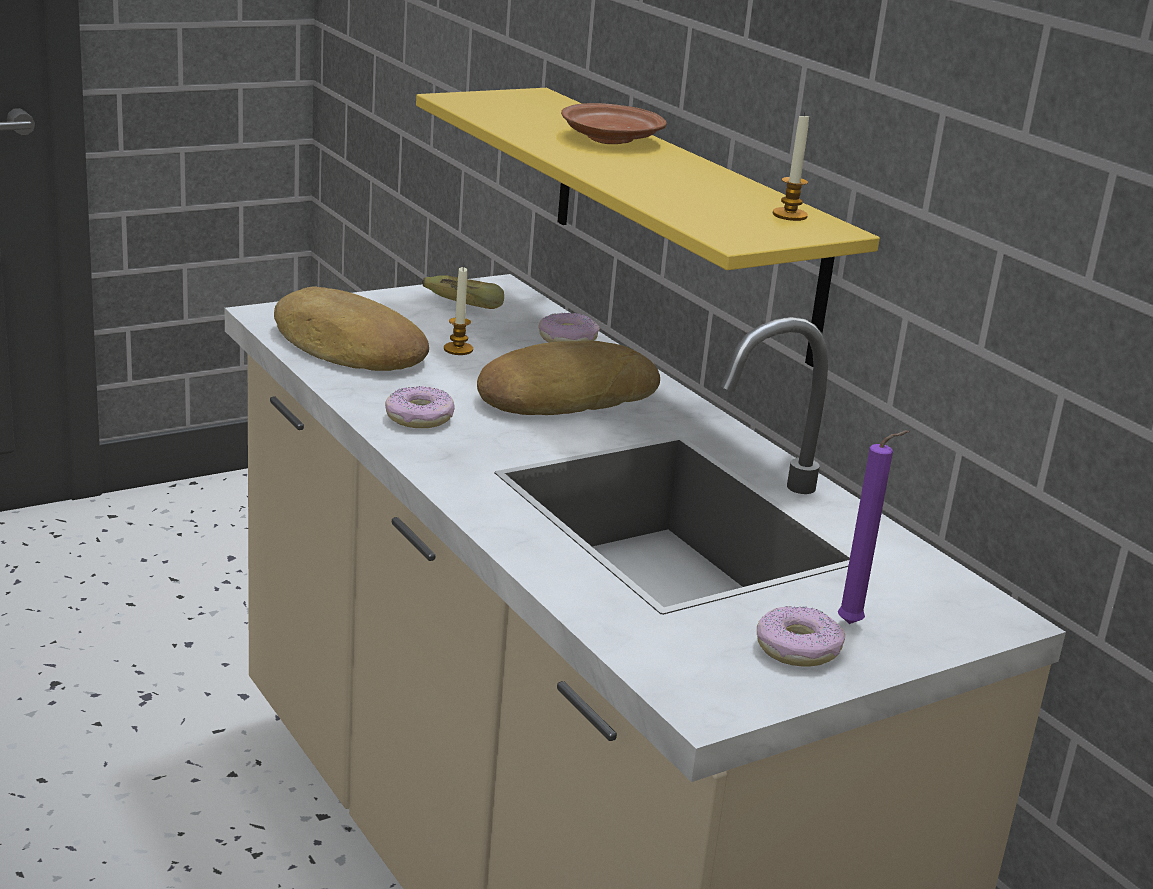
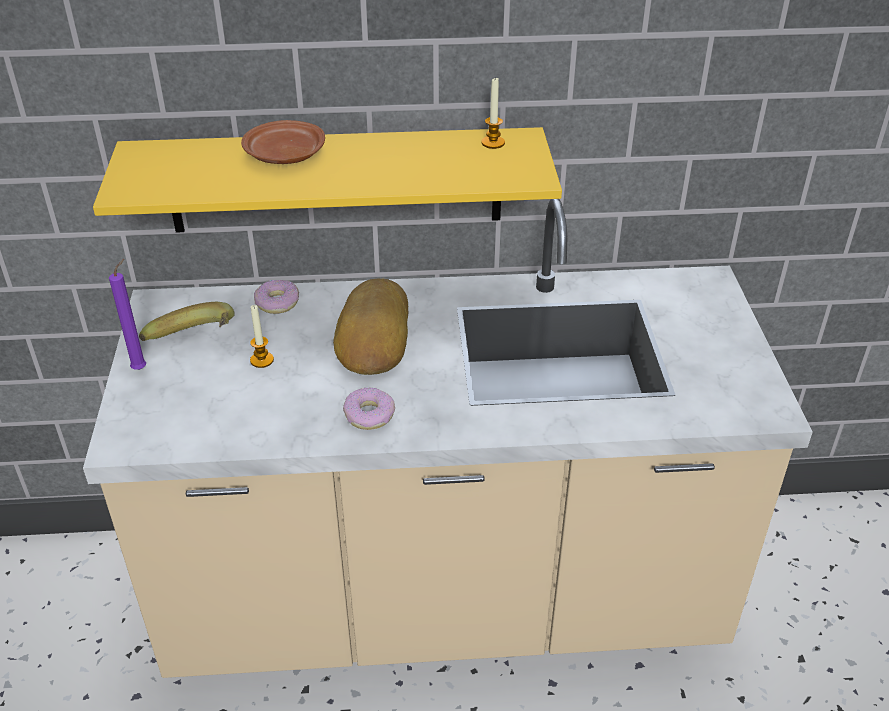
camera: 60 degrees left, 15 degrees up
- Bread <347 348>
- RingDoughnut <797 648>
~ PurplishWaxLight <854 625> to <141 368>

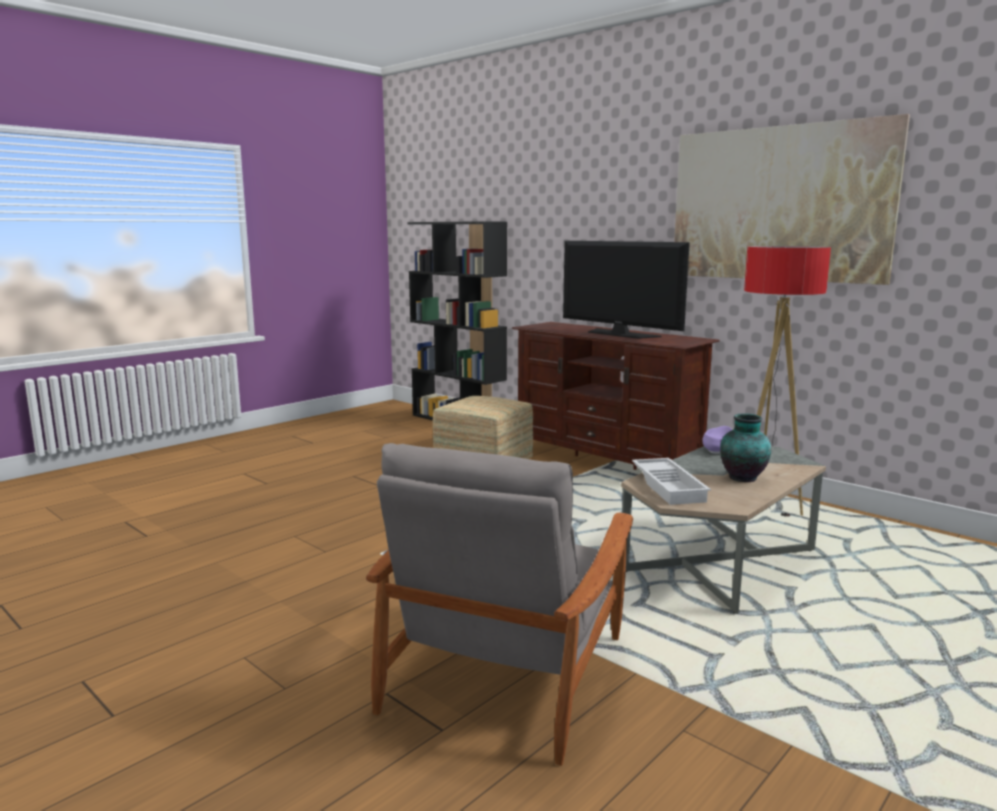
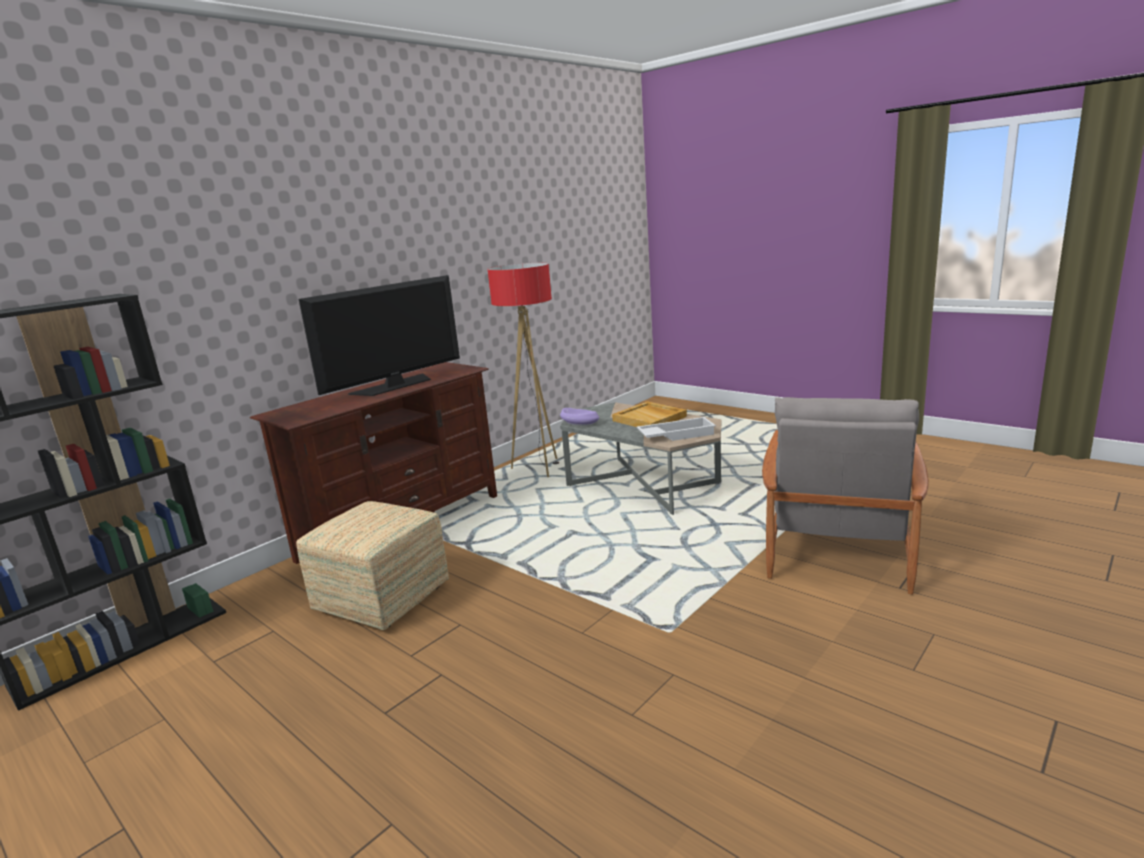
camera: 90 degrees left, 5 degrees up
~ GreyishEasyChair <507 671> = <837 547> 90 degrees clockwise
- WallPicture <778 204>
~ FlowerVase <743 478> to BeigeColouredTray <650 418>

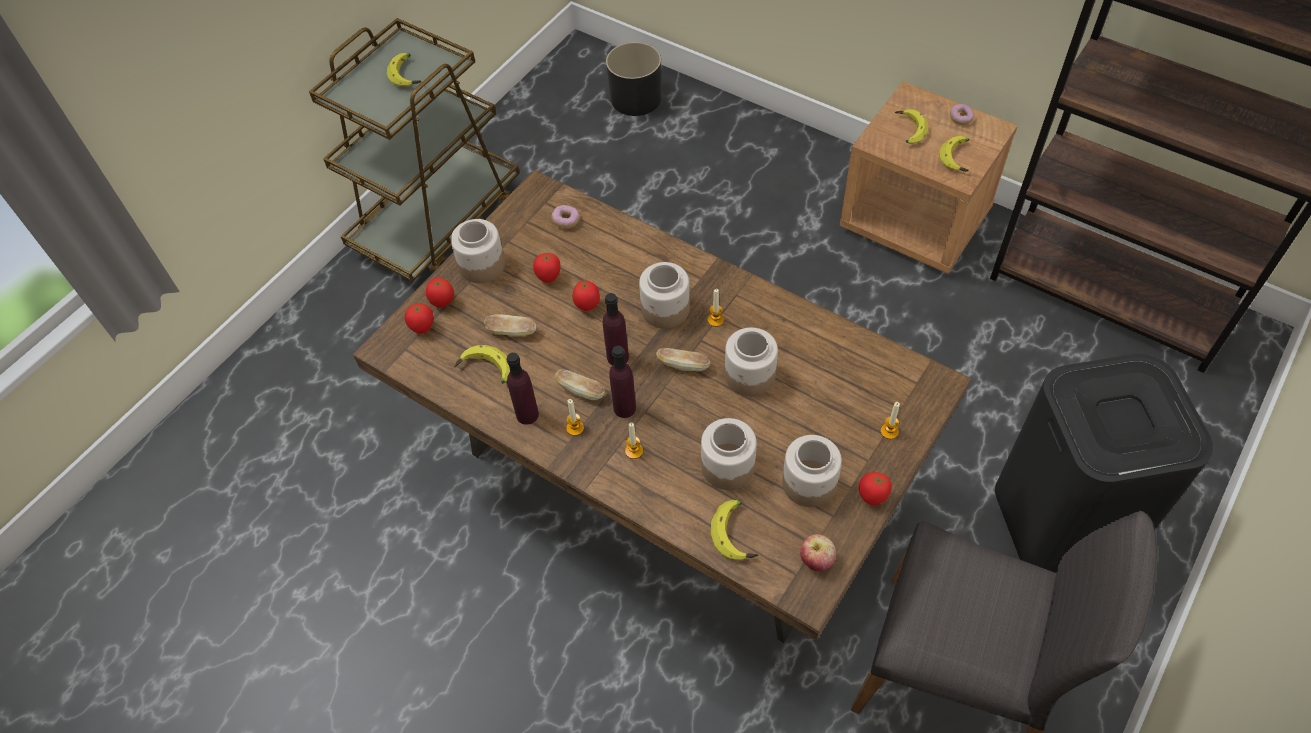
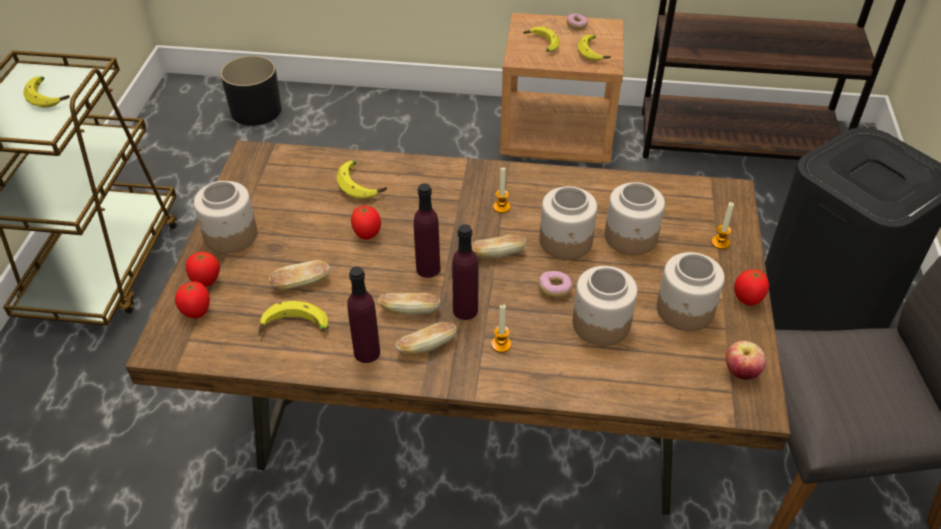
camera: 30 degrees left, 10 degrees down
- WholeTomato <549 277>
~ RingDoughnut <566 221> to <554 289>
~ WaxLight <575 428> to Bread <426 346>
~ Jar <665 310> to <631 237>
~ BananaFruit <737 533> to <362 184>

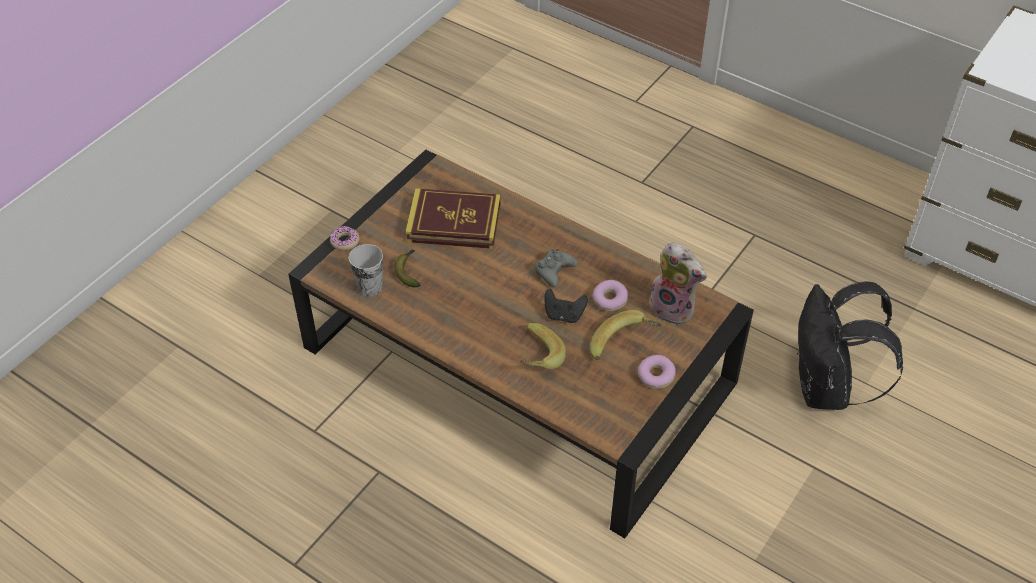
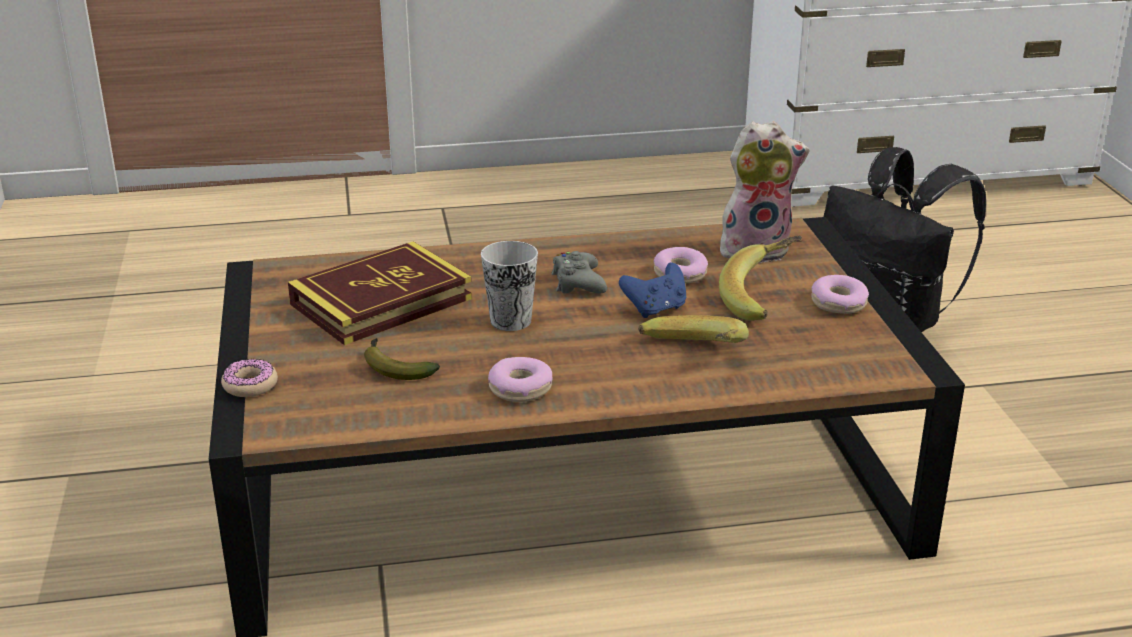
camera: 45 degrees left, 20 degrees down
~ Cup <370 287> to <510 321>
~ BlackColouredGamepad <564 315> to BlueColouredGamepad <655 309>
+ RingDoughnut <521 388>

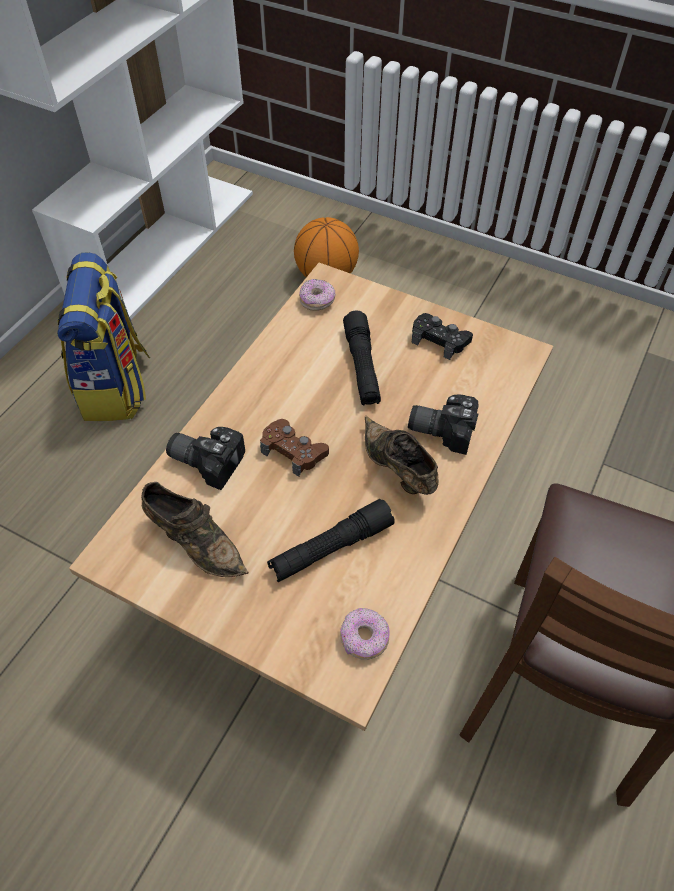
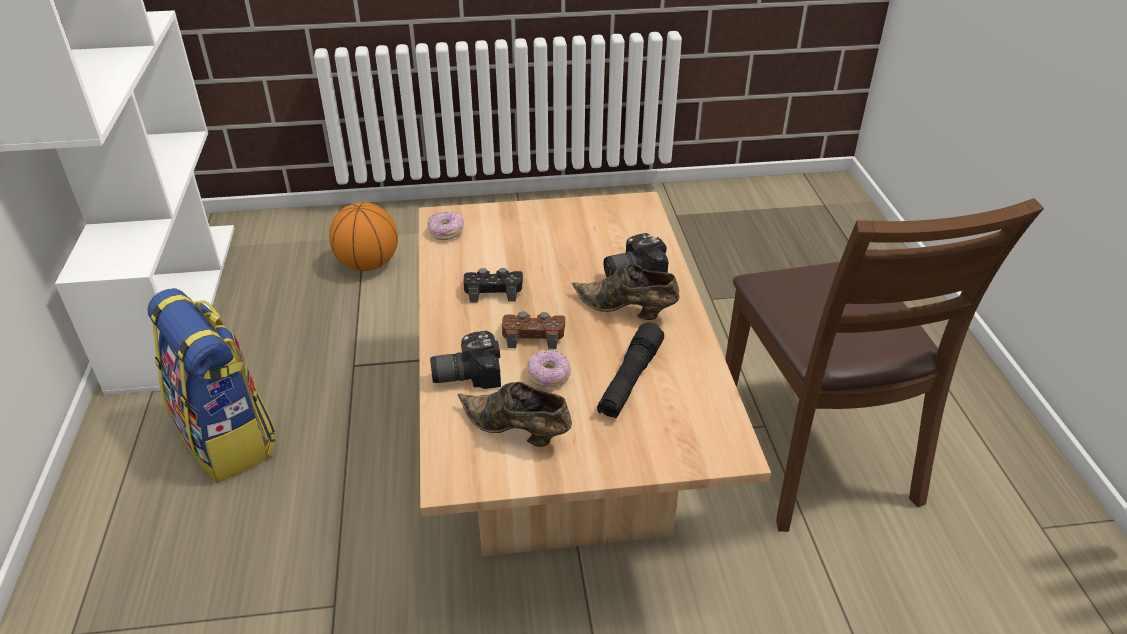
camera: 35 degrees left, 15 degrees down
~ BrownItemOfFootwear <195 542> = <517 431> 150 degrees counterclockwise
~ RingDoughnut <364 638> to <549 376>
- BlackColouredFlashlight <362 366>
~ BlackColouredGamepad <439 340> to <493 290>

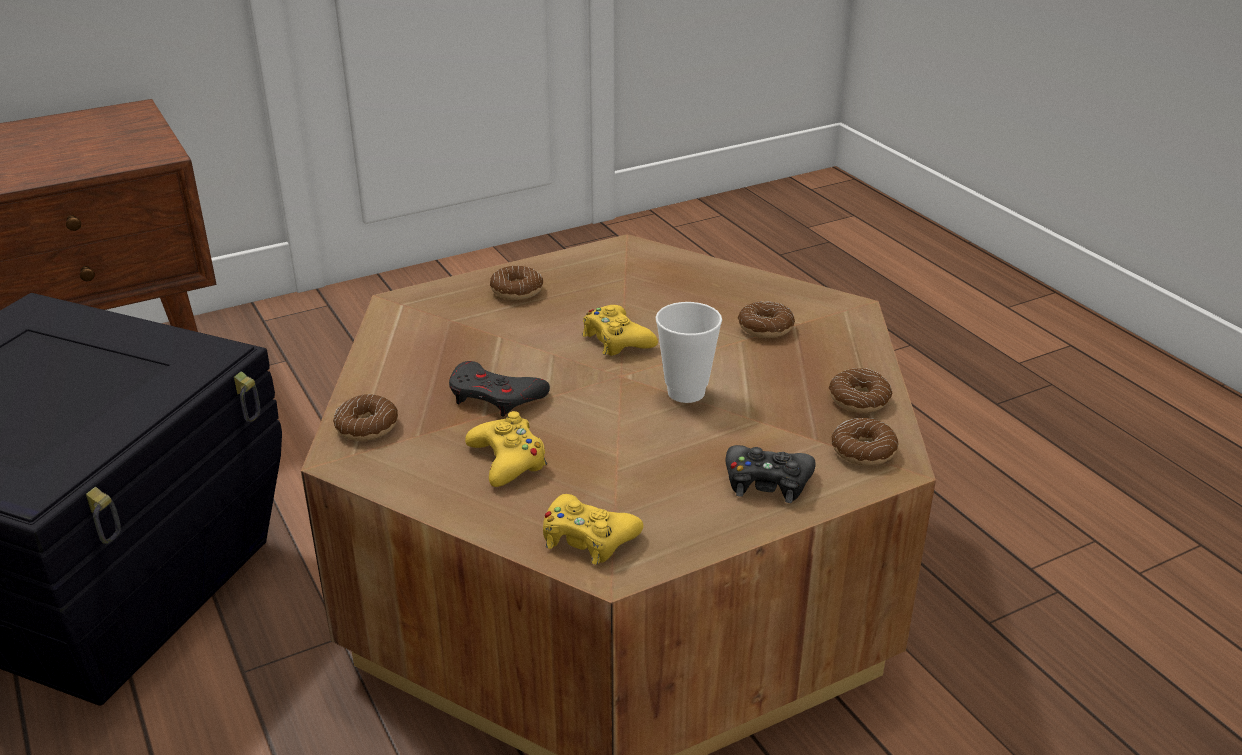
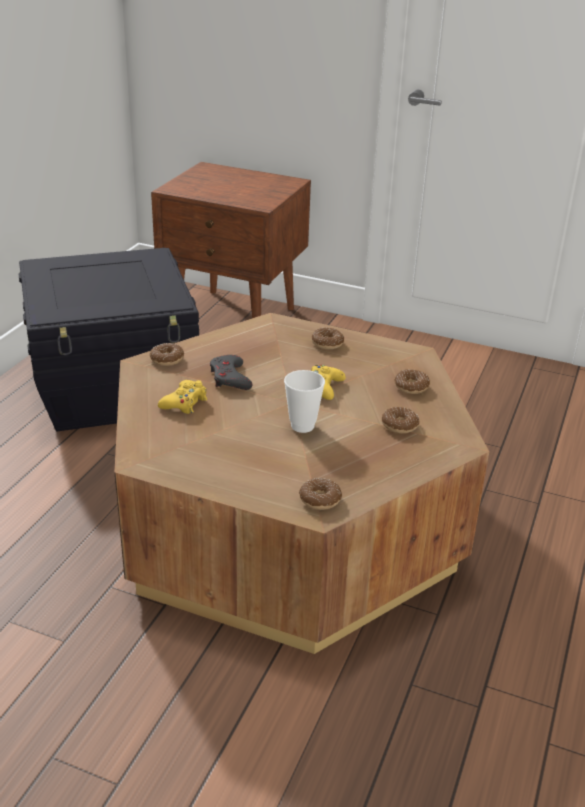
camera: 50 degrees right, 0 degrees up
- YellowColouredGamepad <588 538>
- BlackColouredGamepad <767 482>
~ RingDoughnut <859 399> to <411 387>

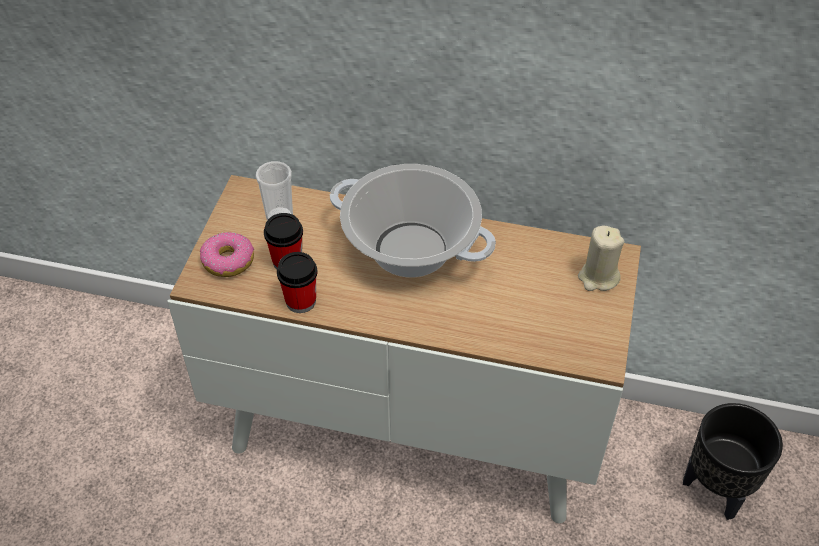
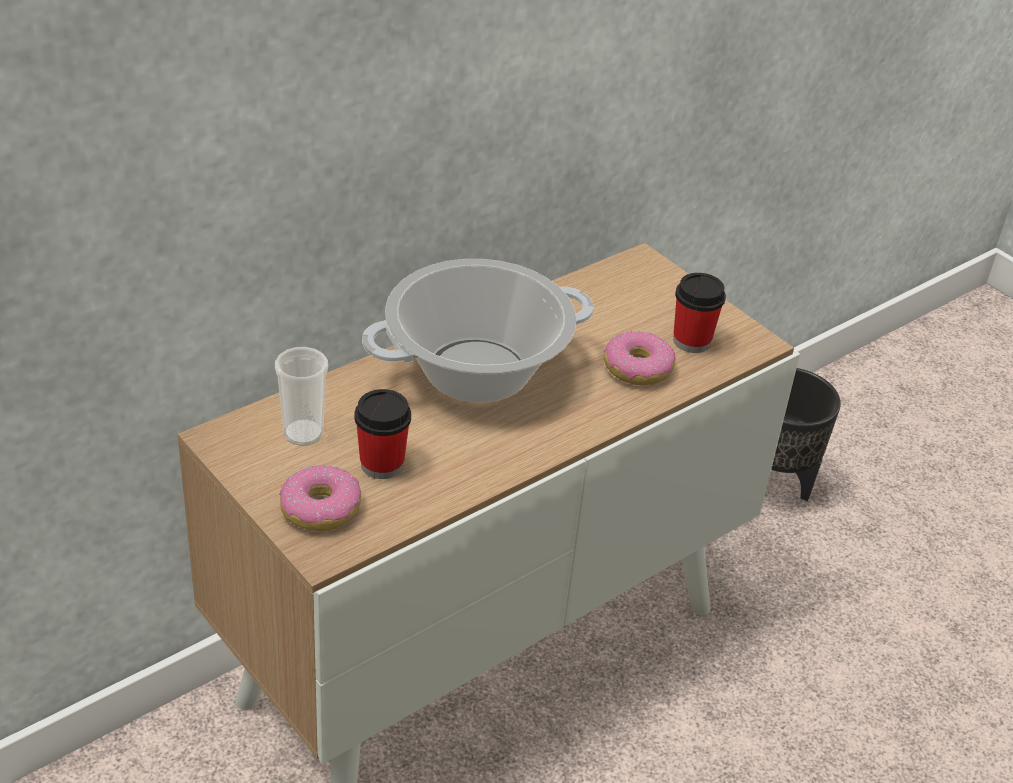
camera: 55 degrees left, 10 degrees down
~ Cup <301 301> to <691 341>
- BeigeColouredWaxLight <598 277>
+ RingDoughnut <637 369>

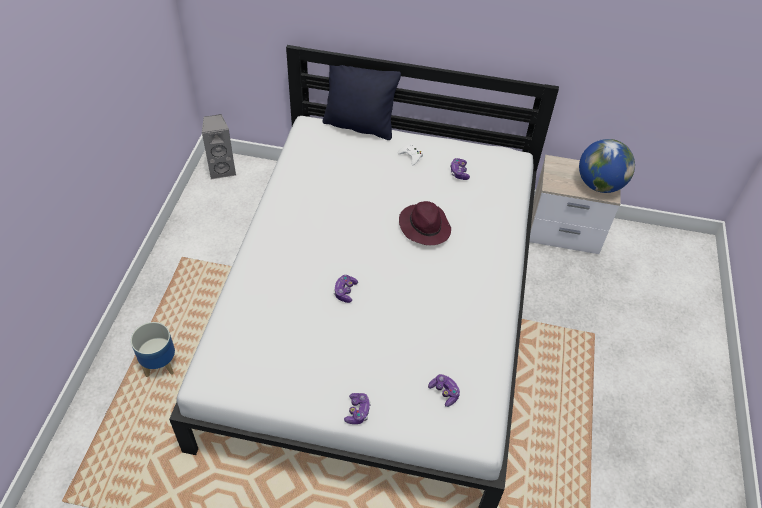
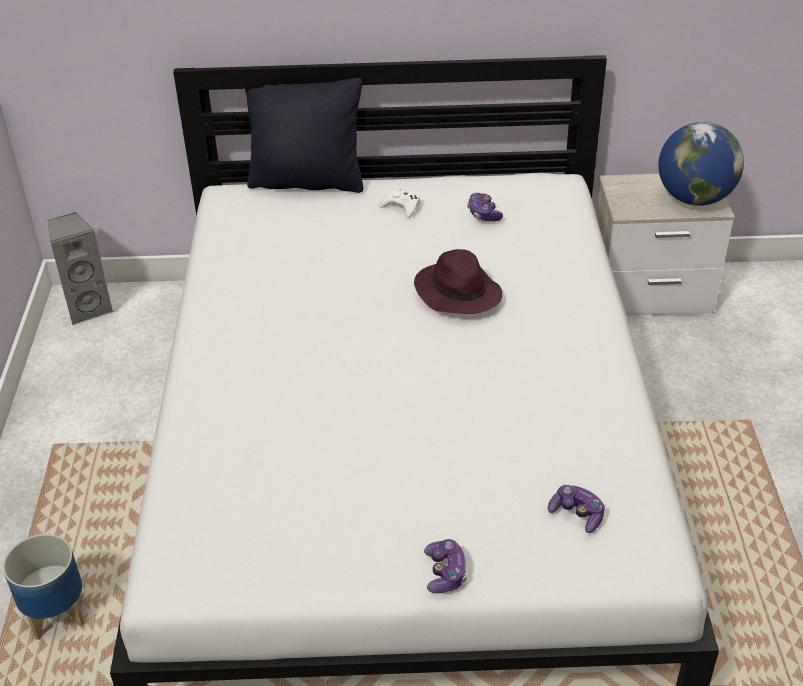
camera: 10 degrees left, 10 degrees down
- Gamepad <345 291>

